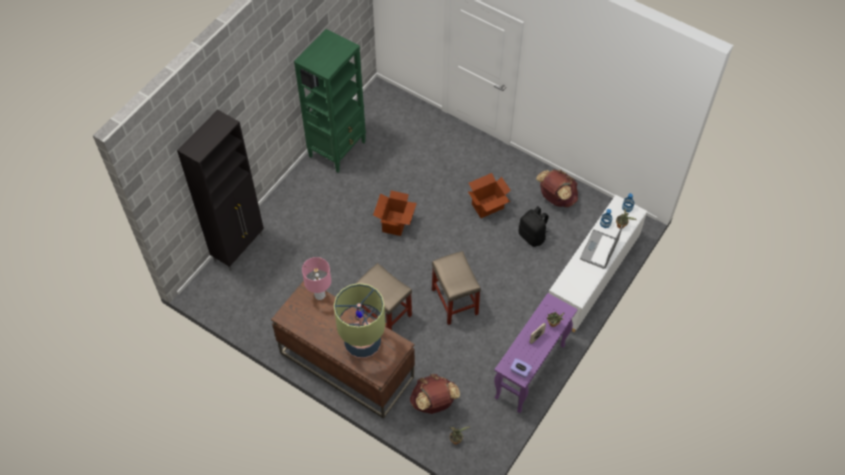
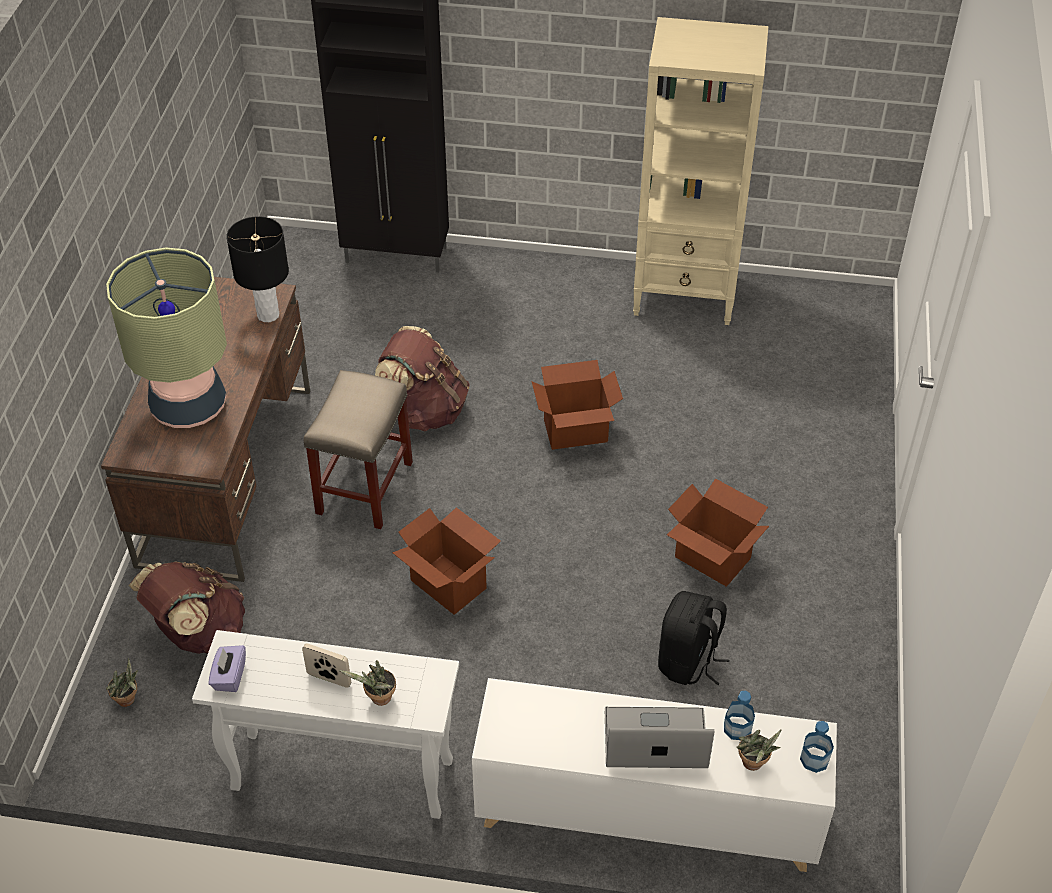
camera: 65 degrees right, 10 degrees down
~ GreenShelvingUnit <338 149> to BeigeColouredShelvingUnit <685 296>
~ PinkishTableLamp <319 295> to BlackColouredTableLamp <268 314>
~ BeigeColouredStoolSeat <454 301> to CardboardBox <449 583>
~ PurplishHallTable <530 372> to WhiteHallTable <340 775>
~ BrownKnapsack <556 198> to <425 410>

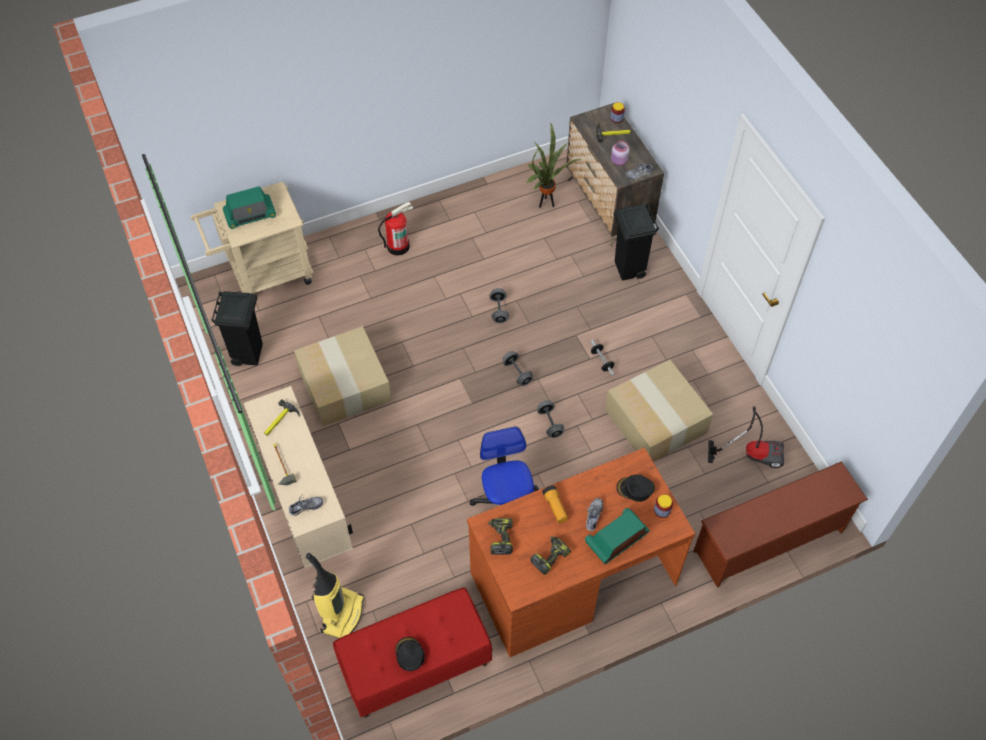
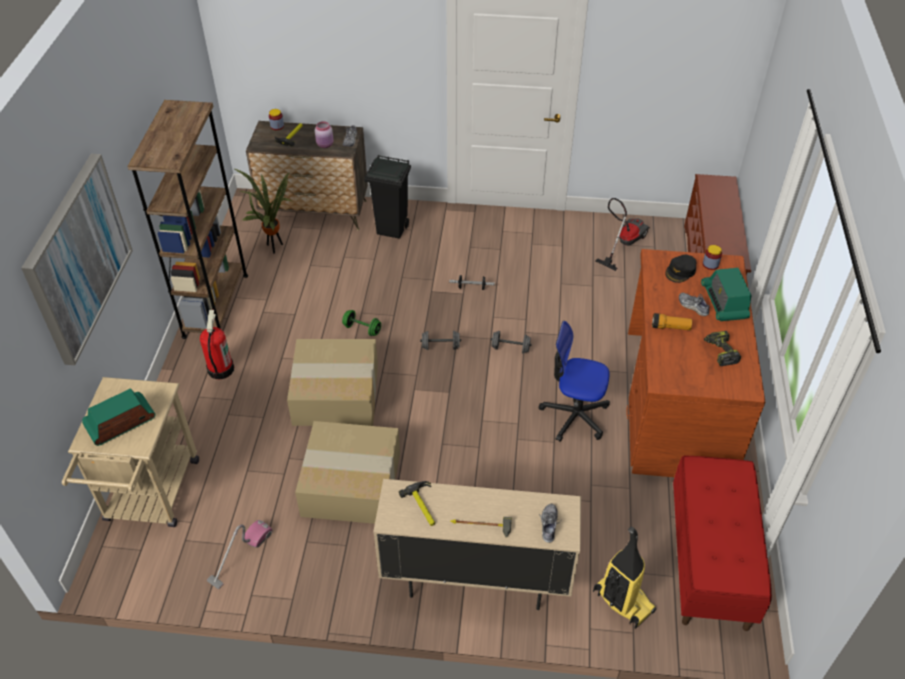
camera: 60 degrees left, 10 degrees down
~ BlackColouredWasteBin <248 353> to Vacuum <240 556>
~ RadioReceiver <250 215> = <121 423> 135 degrees counterclockwise
- BlackColouredCap <409 655>
- PowerDrill <500 537>
~ GreyishDumbbell <499 310> to GreenDumbbell <362 329>
~ CardboardBox <654 420> to <334 395>
+ WallPicture <77 257>
+ BrownShelvingUnit <216 305>

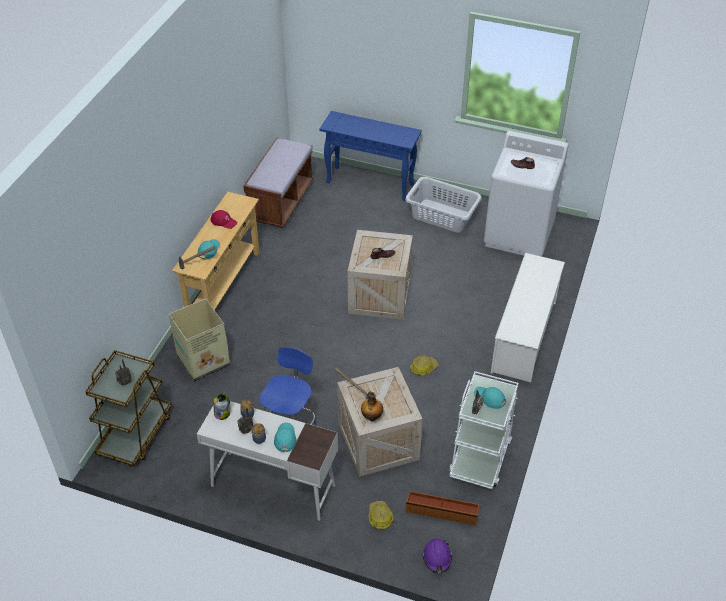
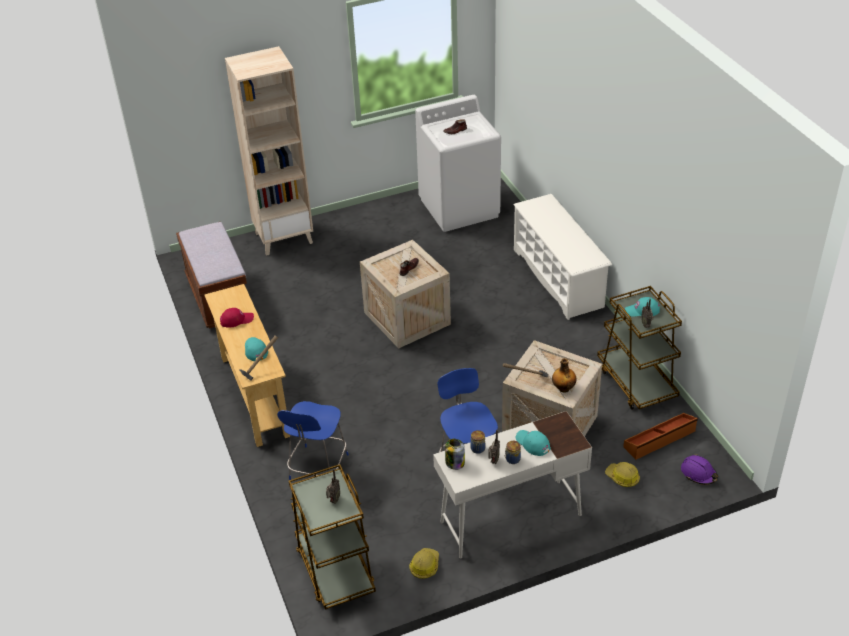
camera: 40 degrees left, 5 degrees down
~ CardboardBox <202 361> to BlueColouredChair <318 469>
~ BlueColouredHallTable <371 183> to BeigeColouredShelvingUnit <284 238>
- GreyishLaundryBasket <442 216>
~ WorkHelmet <423 368> to <424 566>
~ WhiteWheeledCart <480 456> to BrownWheeledCart <636 382>

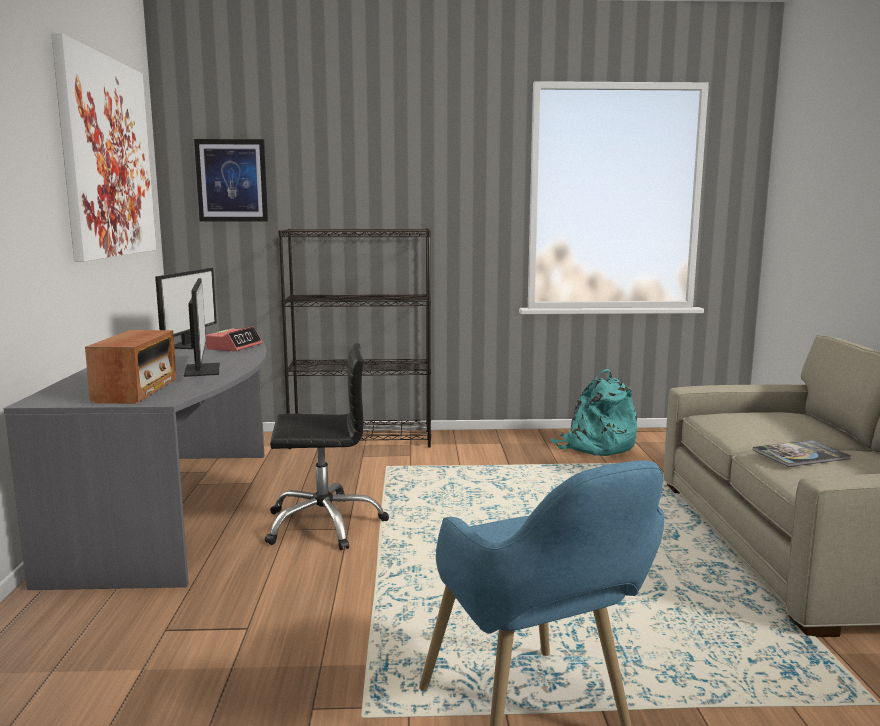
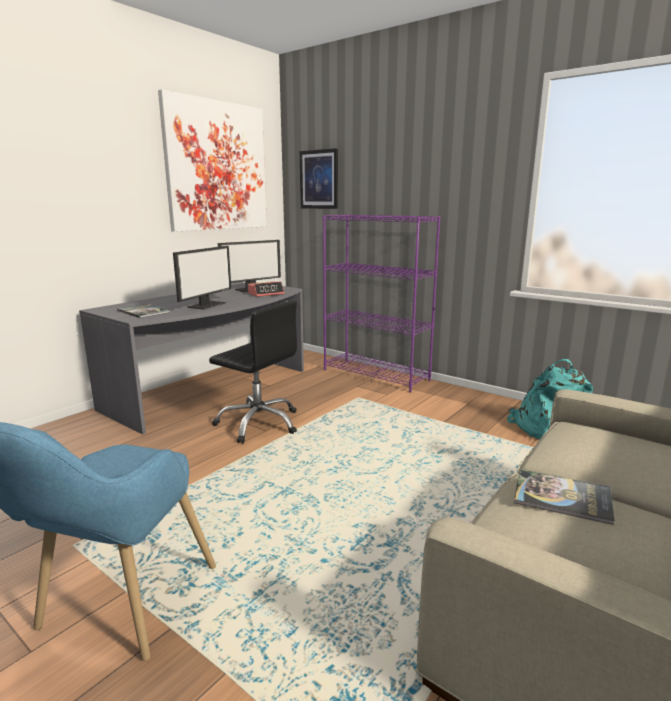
camera: 40 degrees right, 5 degrees up
~ RadioReceiver <136 391> to BoundBook <143 312>
~ BlackColouredShelvingUnit <362 439> to PurplishShelvingUnit <376 375>

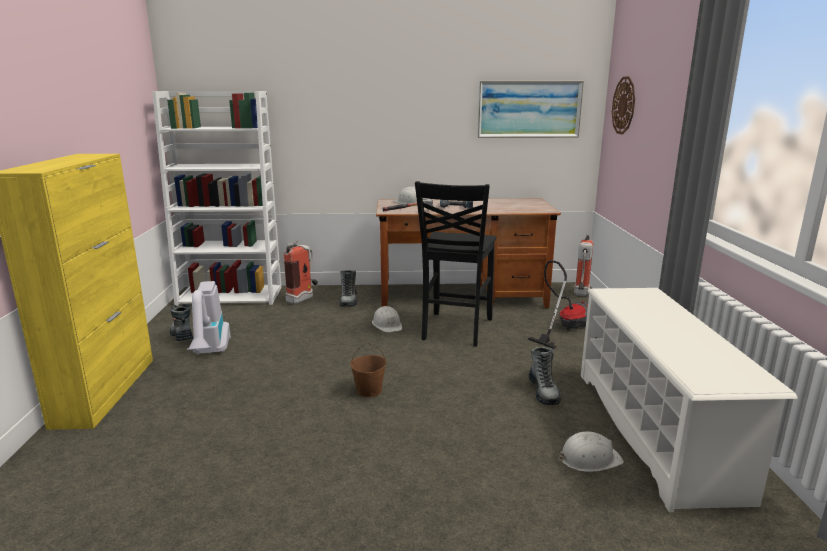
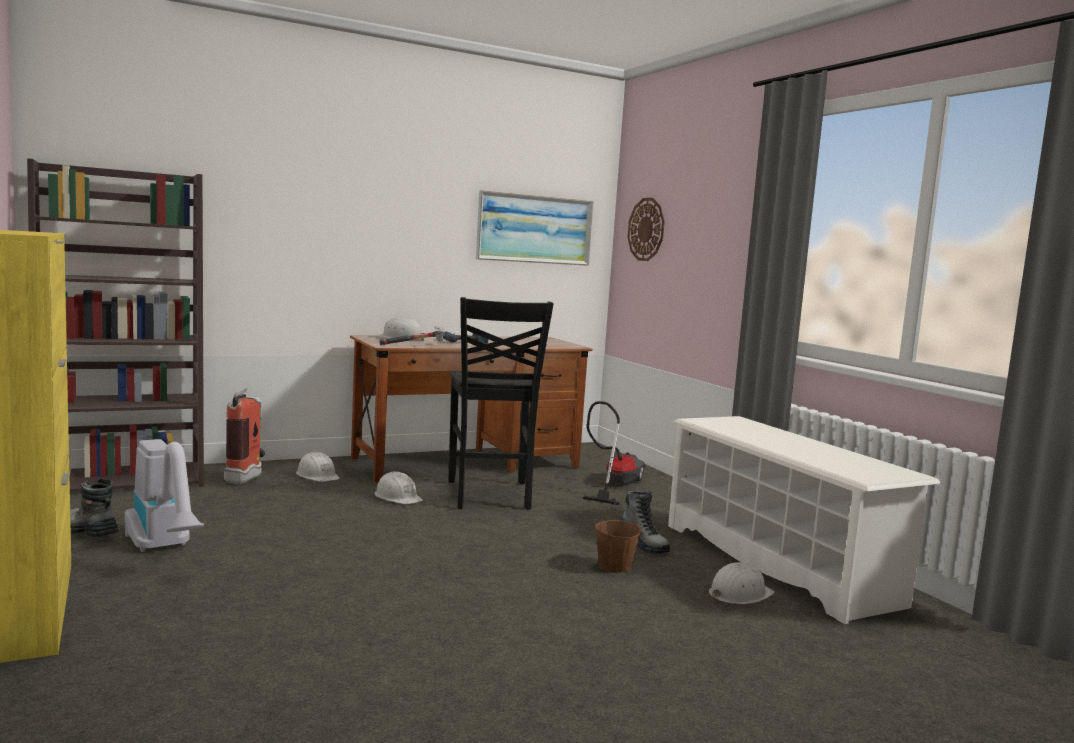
camera: 25 degrees left, 10 degrees down
~ WhiteShelvingUnit <231 296> to BrownShelvingUnit <124 480>
~ HighTopBoot <348 301> to WhiteWorkHelmet <317 475>
~ BrownBucket <369 390> to <614 567>
- FireFightingCylinder <581 294>

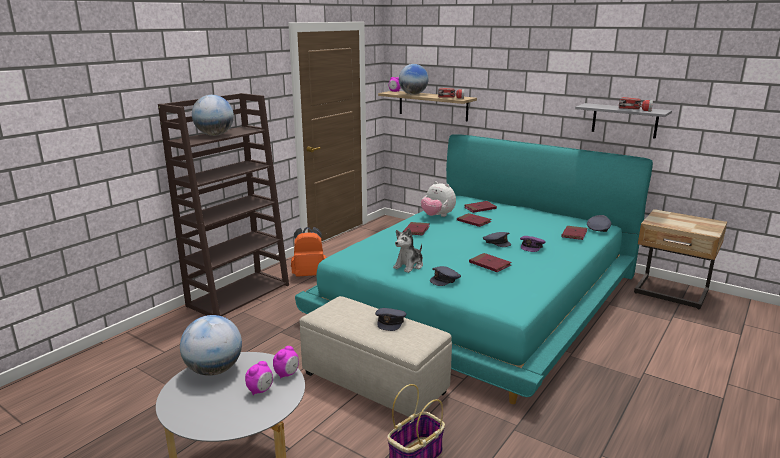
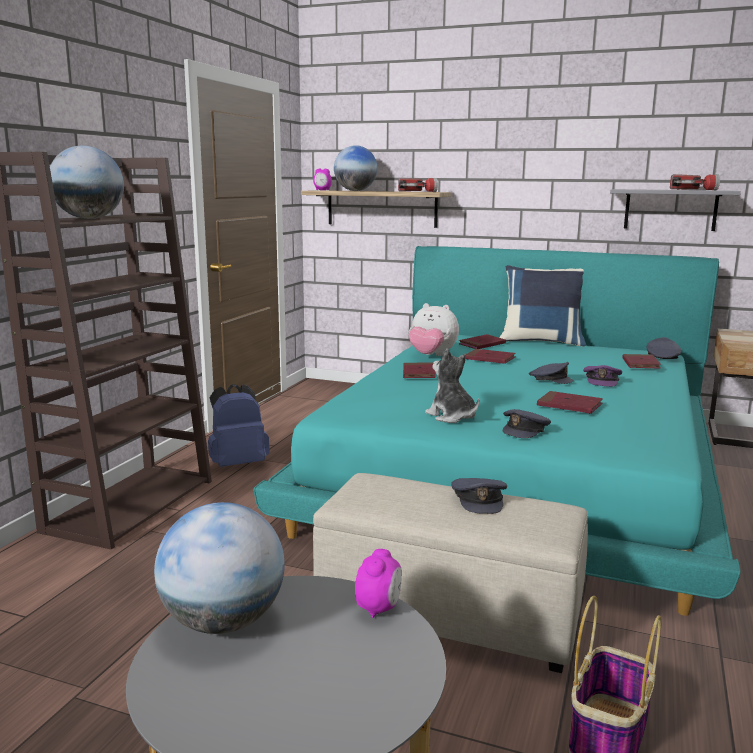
camera: 15 degrees left, 5 degrees down
- BedsideClock <260 390>
~ OrangeKnapsack <309 275> to BlueColouredKnapsack <238 464>
~ SoftToy <409 266> = <452 416> 120 degrees clockwise
+ BlueColouredCushion <541 341>

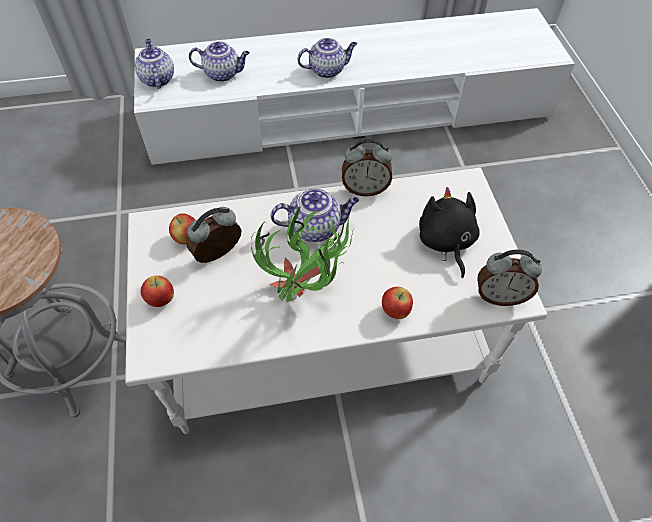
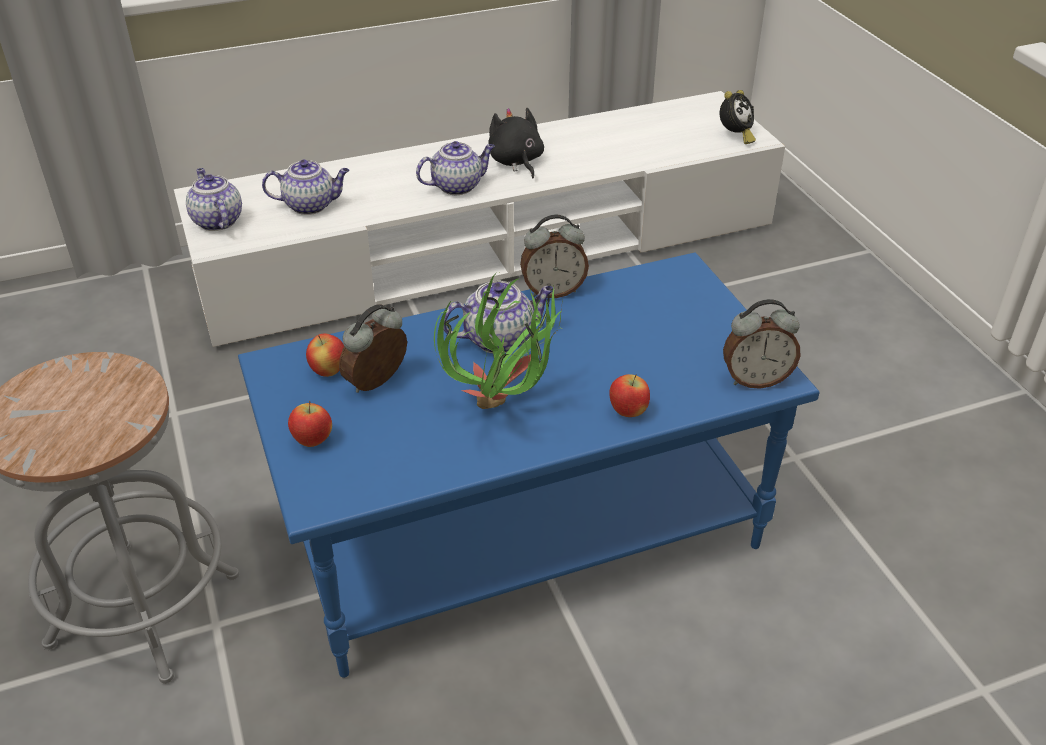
camera: 10 degrees left, 15 degrees down
~ WhiteLoungeTable <326 340> to BlueColouredLoungeTable <524 530>
~ BlackColouredSoftToy <445 242> to <516 162>
+ BedsideClock <735 136>

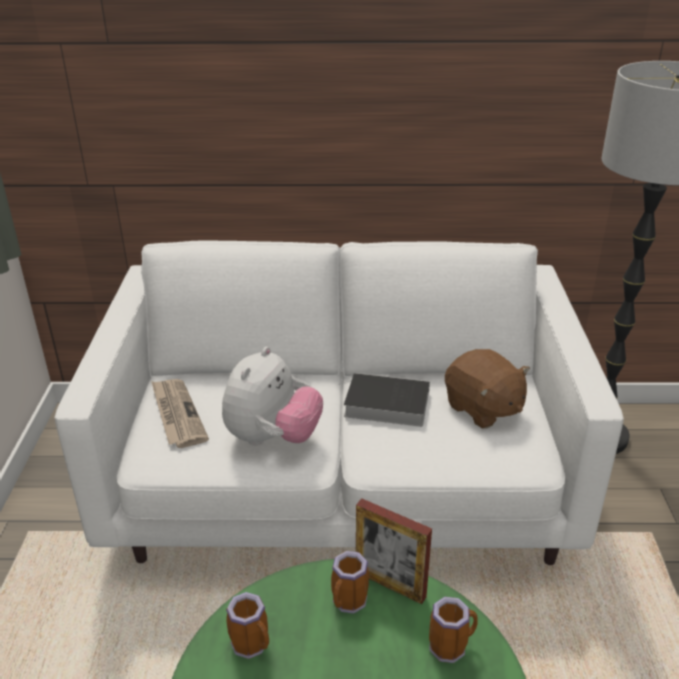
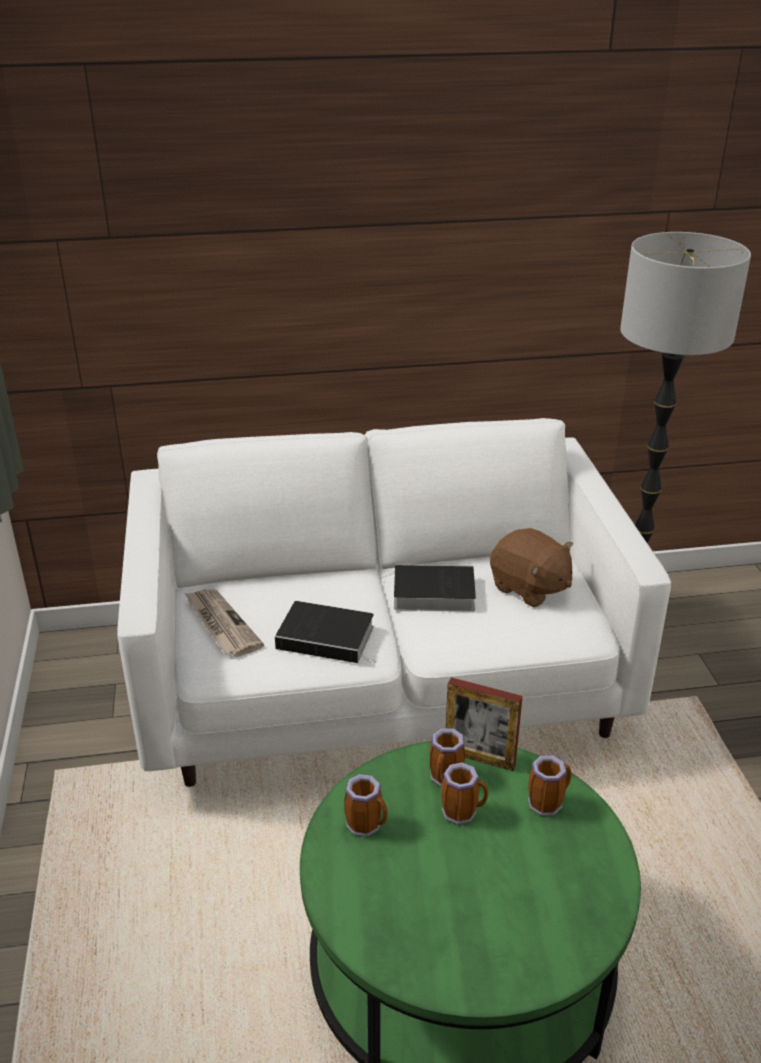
camera: 10 degrees left, 0 degrees up
~ SoftToy <273 438> to BoundBook <328 637>
+ CoffeeMug <462 811>

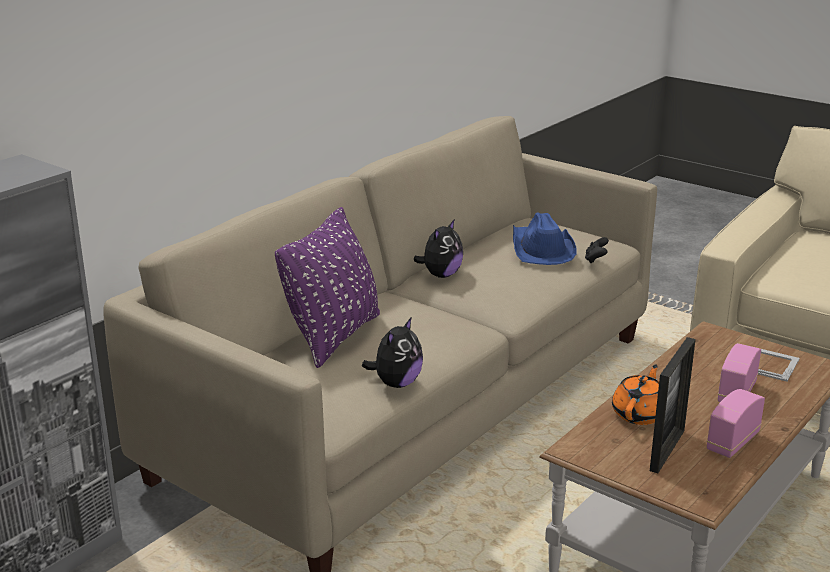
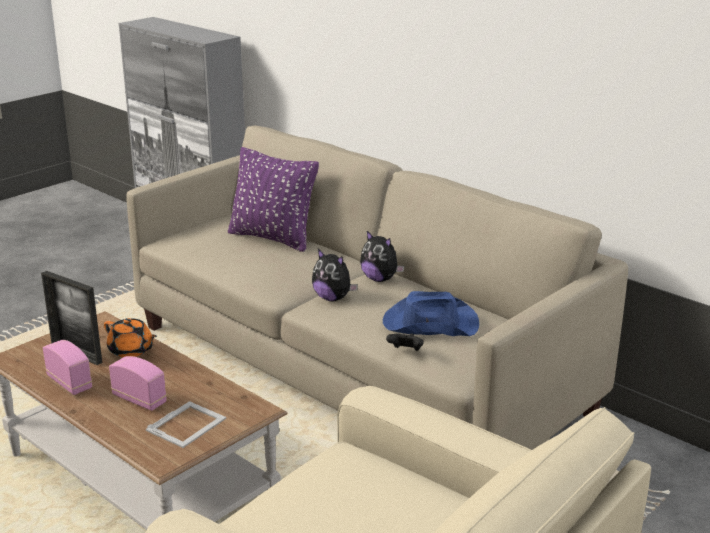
camera: 95 degrees right, 0 degrees up
~ SoftToy <396 383> to <333 298>

